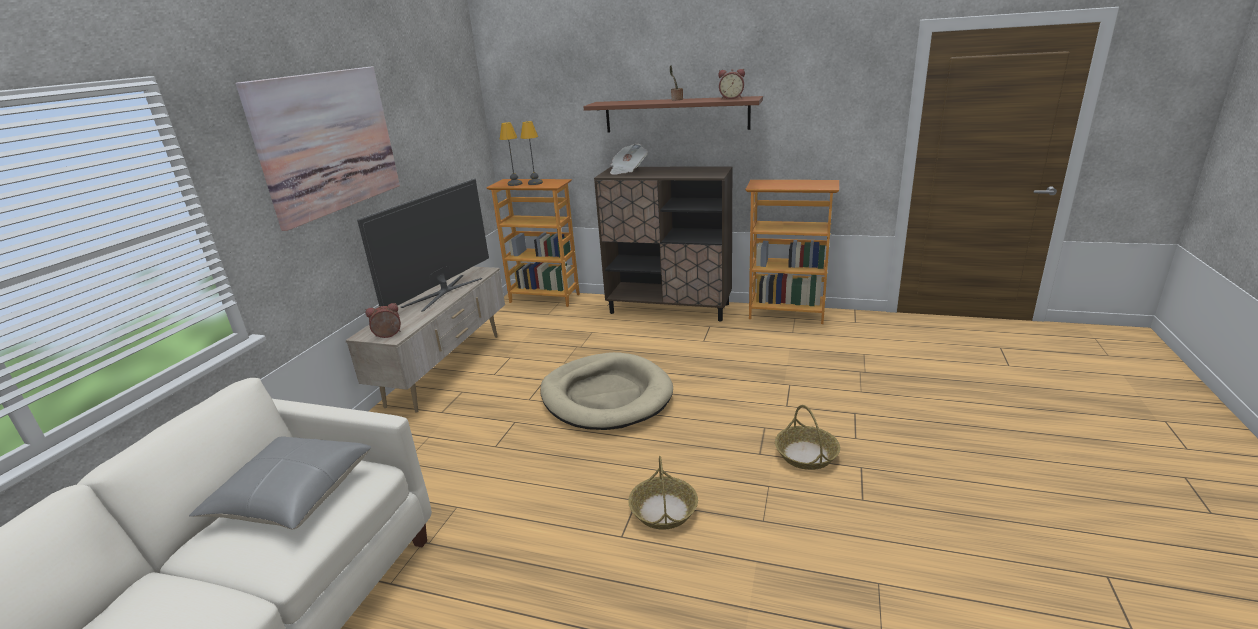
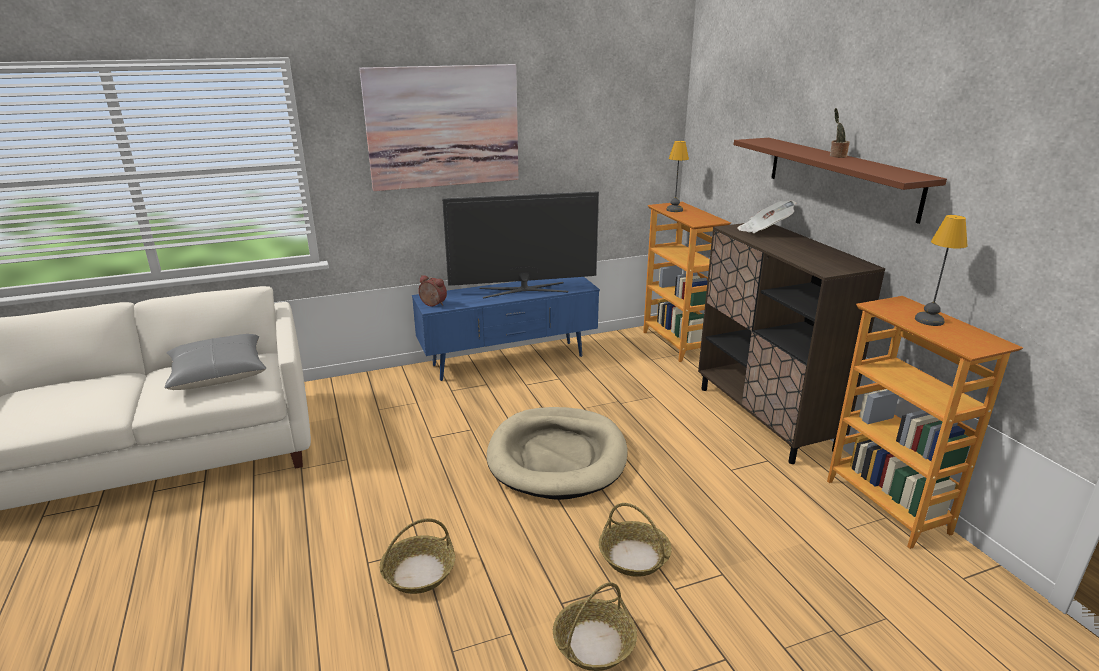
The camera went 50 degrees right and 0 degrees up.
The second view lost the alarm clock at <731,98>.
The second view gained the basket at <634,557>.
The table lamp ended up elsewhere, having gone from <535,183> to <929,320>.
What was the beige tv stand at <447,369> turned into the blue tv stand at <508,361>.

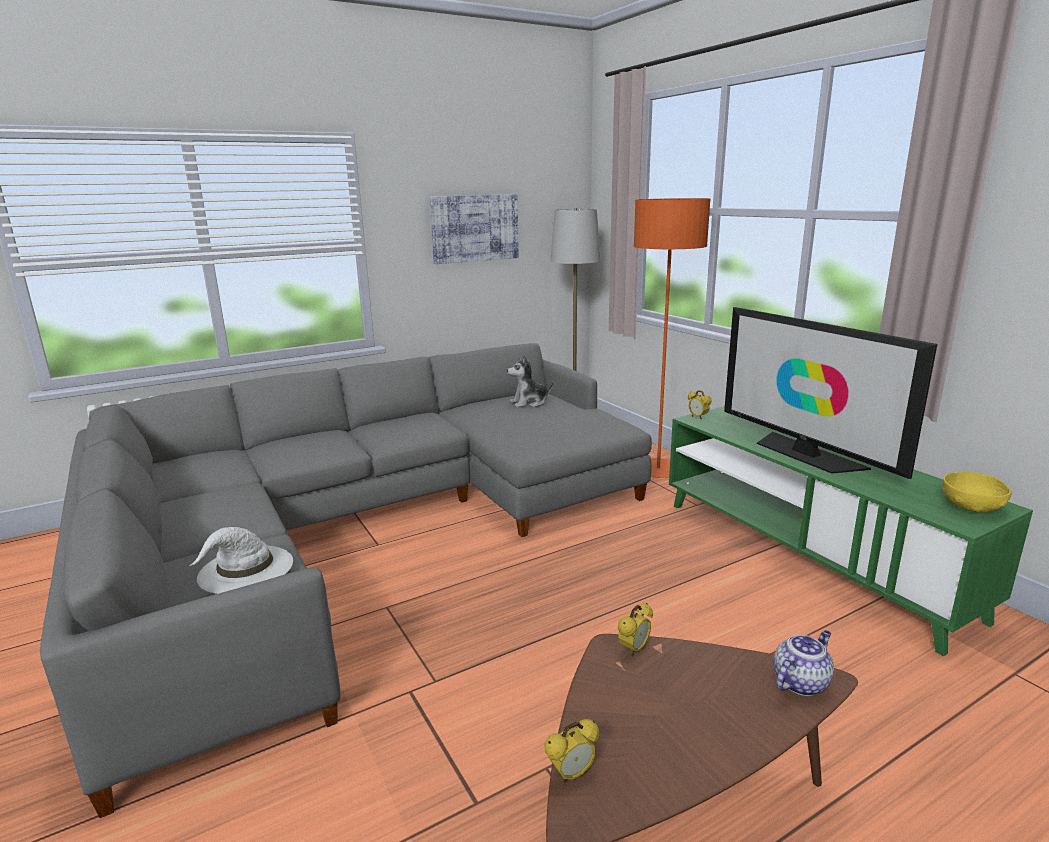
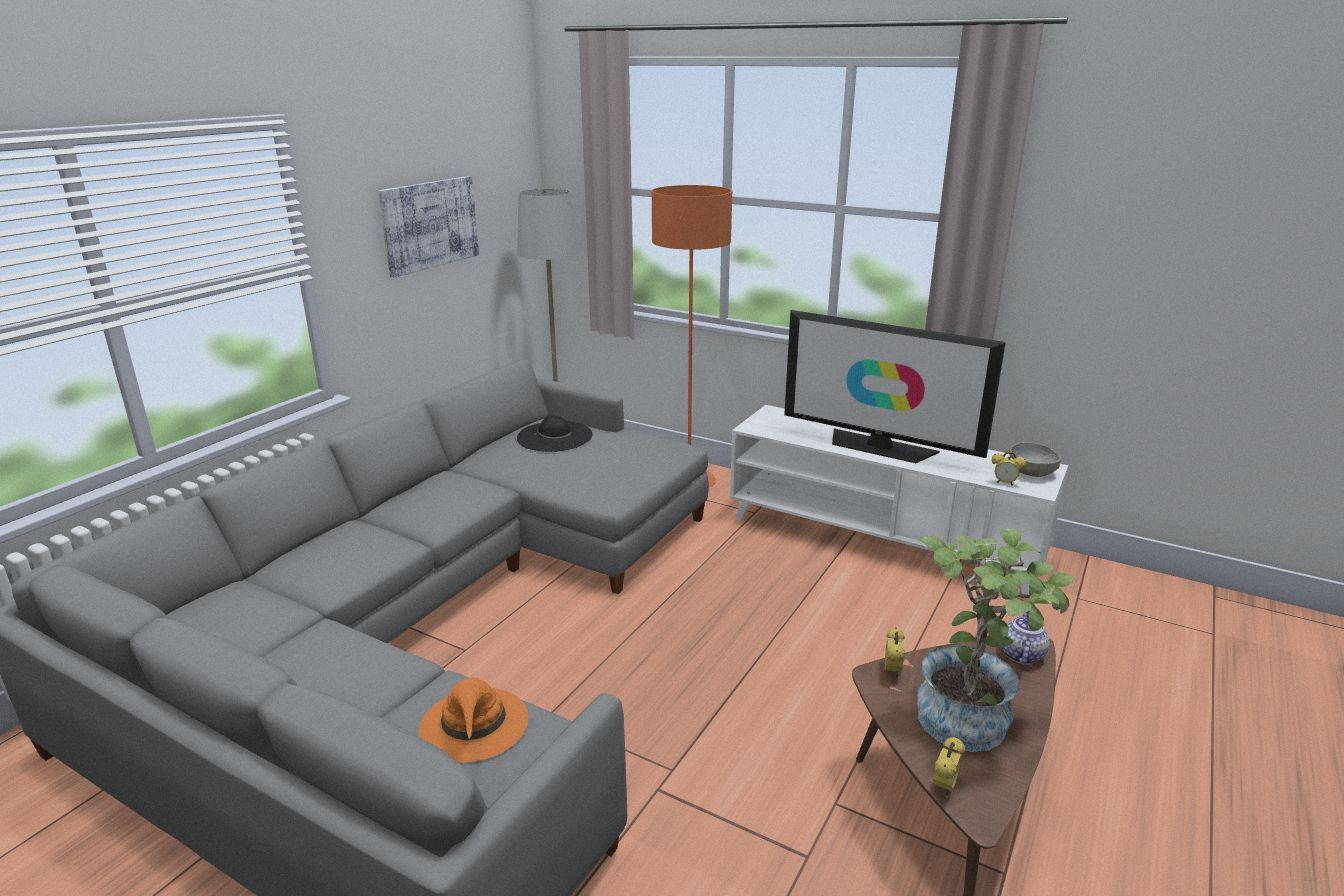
The camera went 30 degrees left and 5 degrees up.
The second view gained the potted plant at <972,716>.
The alarm clock ended up elsewhere, having gone from <698,417> to <1004,483>.
Where the plush toy stood at <529,403>, the black hat came to stand at <555,436>.
What was the white hat at <245,570> turned into the orange hat at <474,724>.
What was the green tv stand at <807,555> turned into the white tv stand at <881,540>.
What was the yellow bowl at <972,507> turned into the grey bowl at <1032,472>.

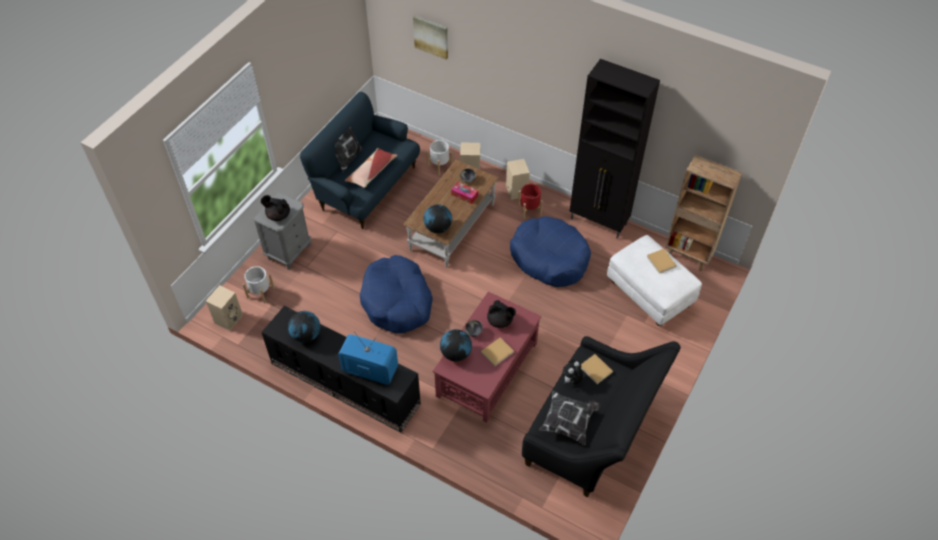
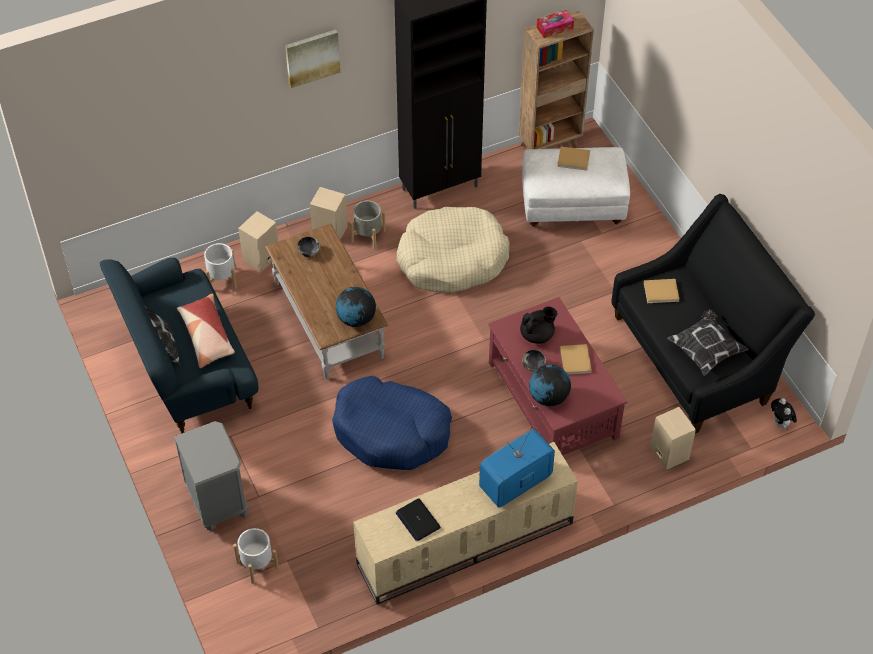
The camera went 55 degrees left and 0 degrees up.
The second view lost the black teapot at <278,215>.
The beige speaker ended up elsewhere, having gone from <228,318> to <668,453>.
The picture ended up elsewhere, having gone from <431,36> to <312,57>.
The tissue box ended up elsewhere, having gone from <464,195> to <554,28>.
The plush toy ended up elsewhere, having gone from <571,380> to <781,423>.
Where the globe stood at <306,335>, the laptop came to stand at <417,520>.
What was the black tv stand at <343,383> turned into the beige tv stand at <464,544>.
What was the blue dog bed at <549,258> turned into the beige dog bed at <452,259>.
What was the red planter at <529,209> turned into the grey planter at <368,236>.

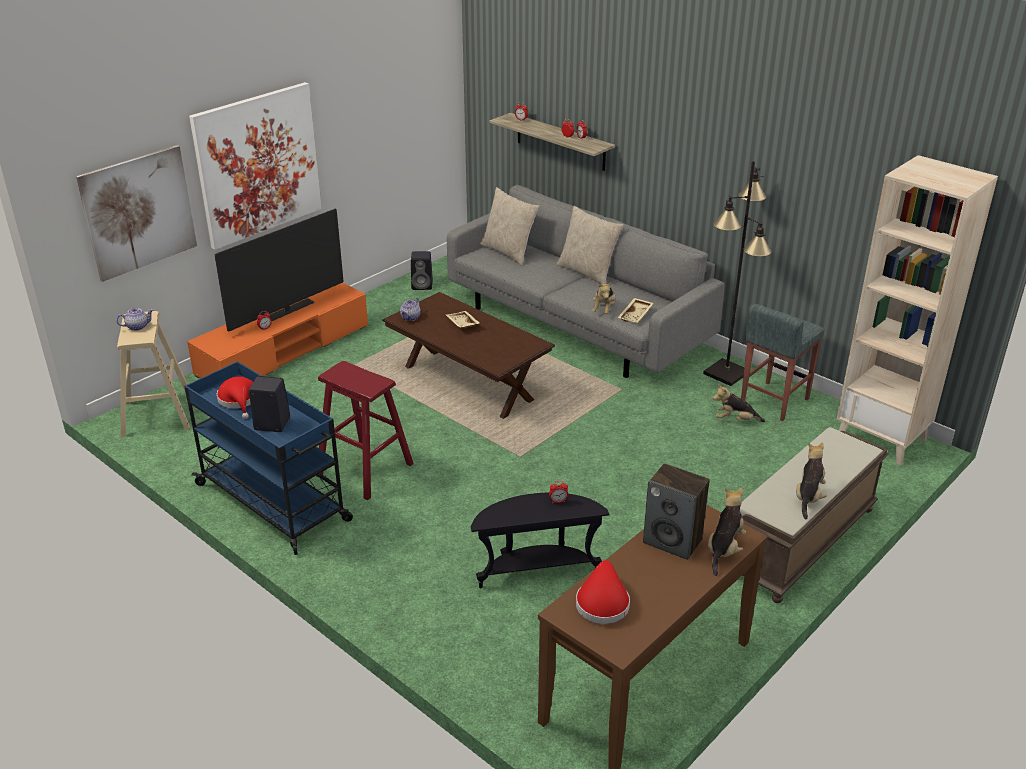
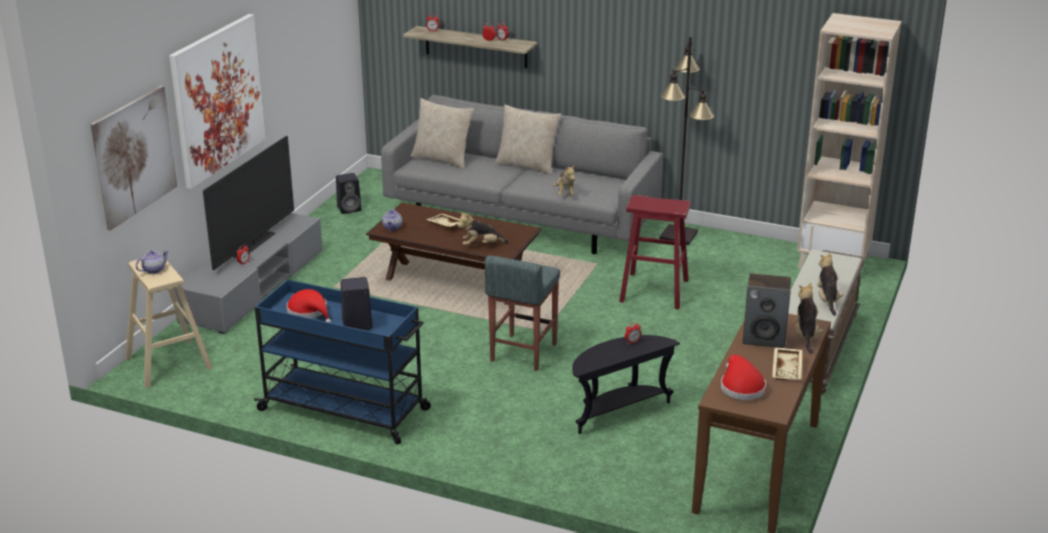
The camera went 20 degrees left and 5 degrees down.
The red stool ended up elsewhere, having gone from <364,470> to <654,291>.
The beige tray ended up elsewhere, having gone from <636,315> to <788,369>.
The plush toy ended up elsewhere, having gone from <735,420> to <481,245>.
The grey stool ended up elsewhere, having gone from <773,401> to <523,353>.
What was the orange tv stand at <284,350> turned into the grey tv stand at <253,286>.

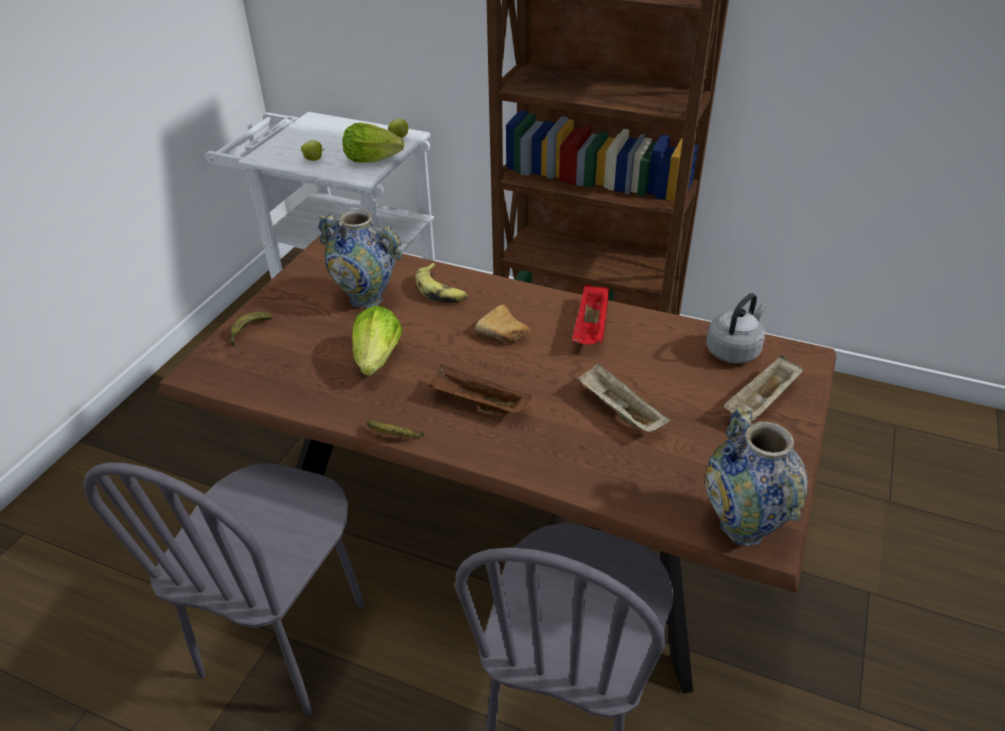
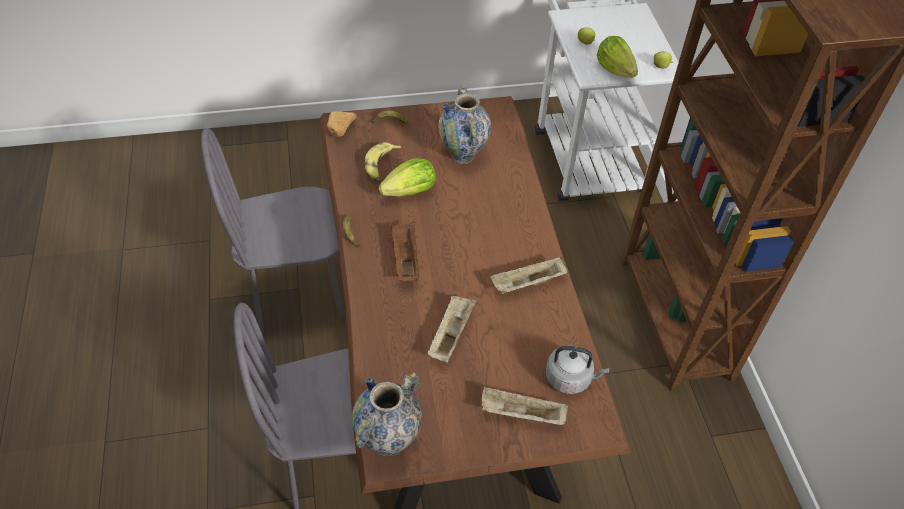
The camera went 55 degrees right and 10 degrees up.
The banana ended up elsewhere, having gone from <441,291> to <380,165>.
The bread ended up elsewhere, having gone from <505,334> to <339,130>.
What was the red tray at <591,328> turned into the beige tray at <527,284>.

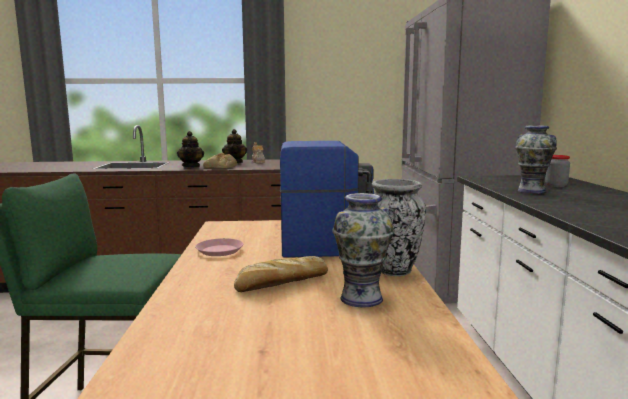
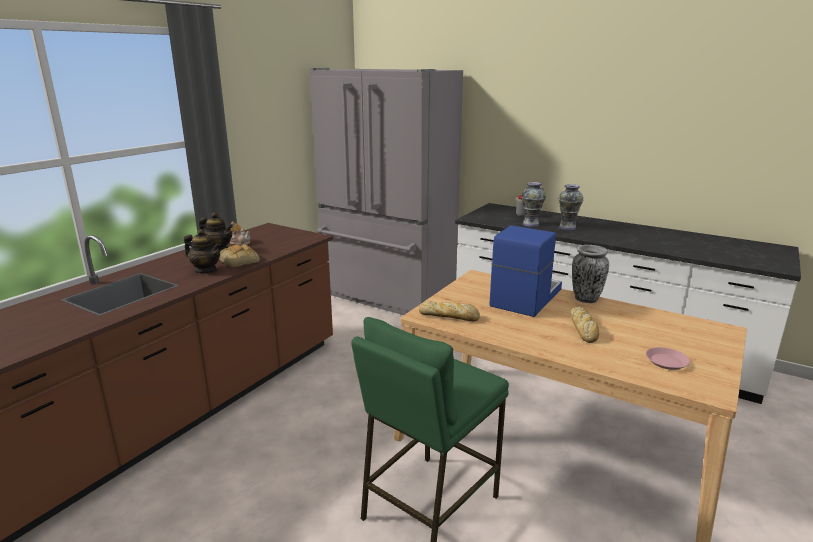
The camera went 55 degrees left and 10 degrees up.
The second view gained the bread at <450,316>.
The pink plate ended up elsewhere, having gone from <220,251> to <666,361>.
The vase ended up elsewhere, having gone from <361,298> to <567,227>.

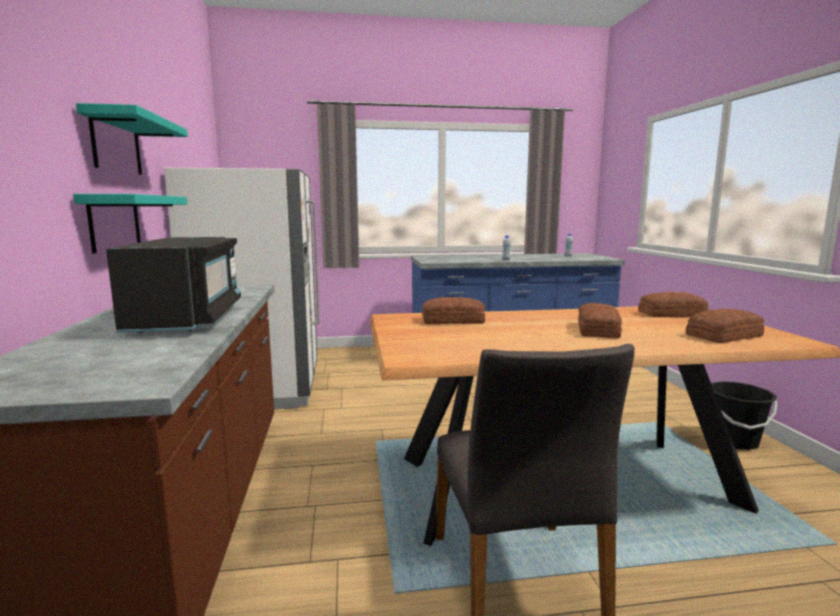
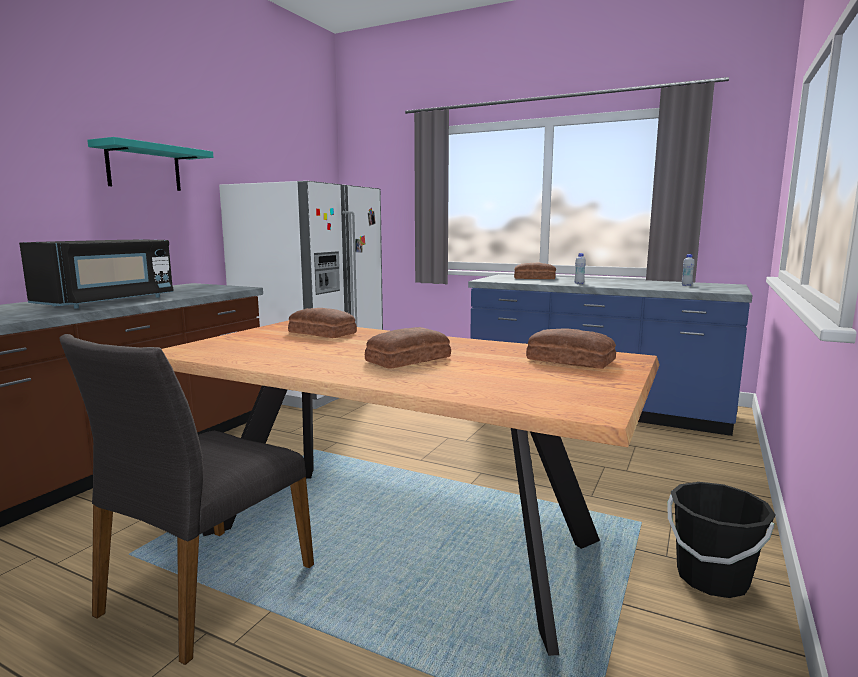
The camera went 35 degrees right and 0 degrees up.
The second view lost the turquoise shelf at <115,222>.
The bread ended up elsewhere, having gone from <726,336> to <535,278>.

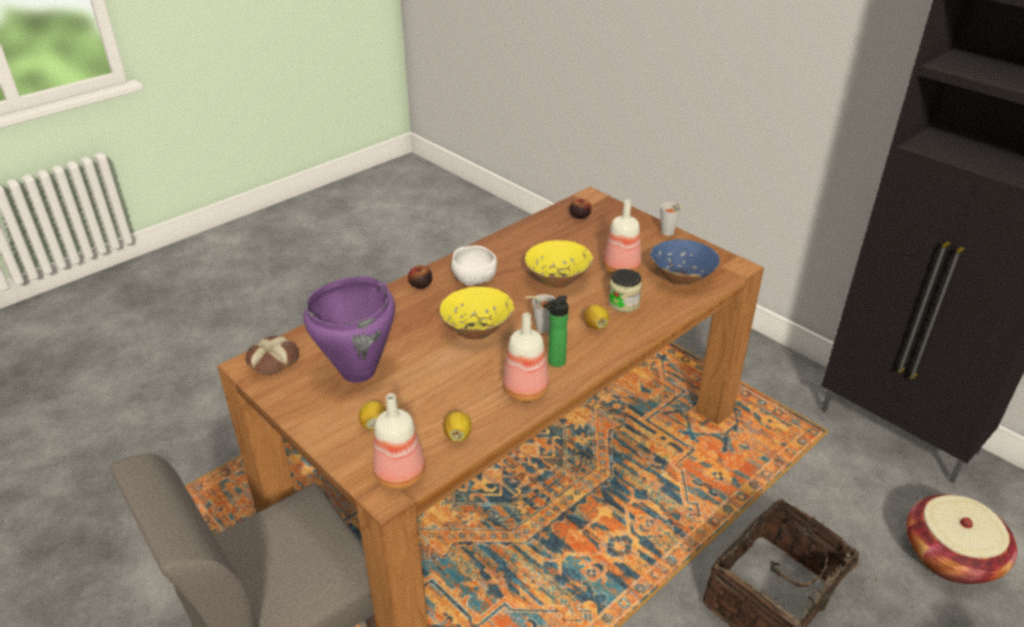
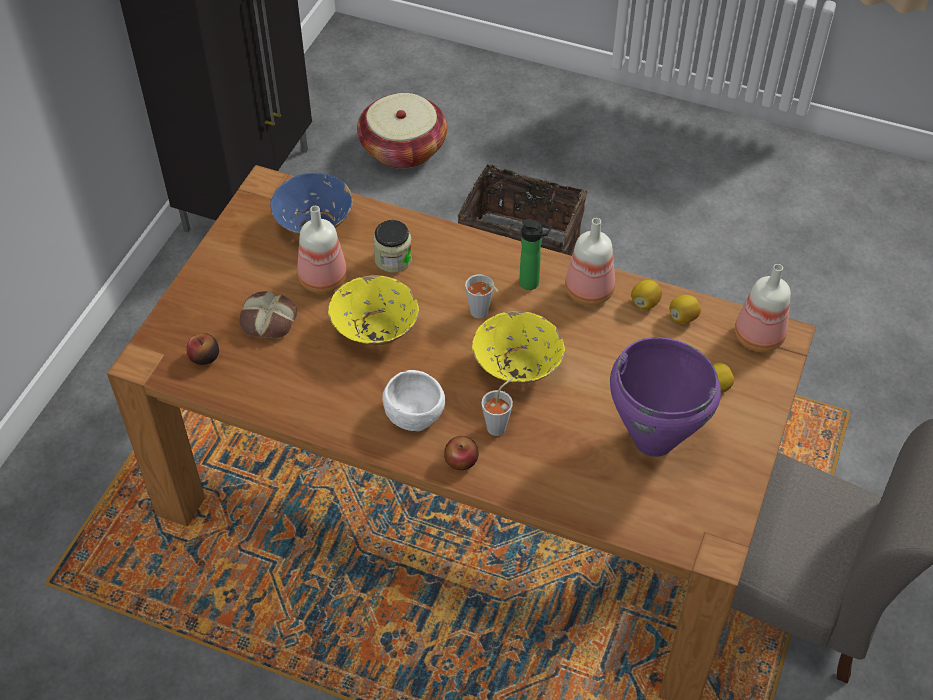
The camera went 115 degrees left and 15 degrees up.
The bread ended up elsewhere, having gone from <273,360> to <268,321>.
The lemon ended up elsewhere, having gone from <595,326> to <645,303>.
The grey cup ended up elsewhere, having gone from <669,234> to <499,425>.

